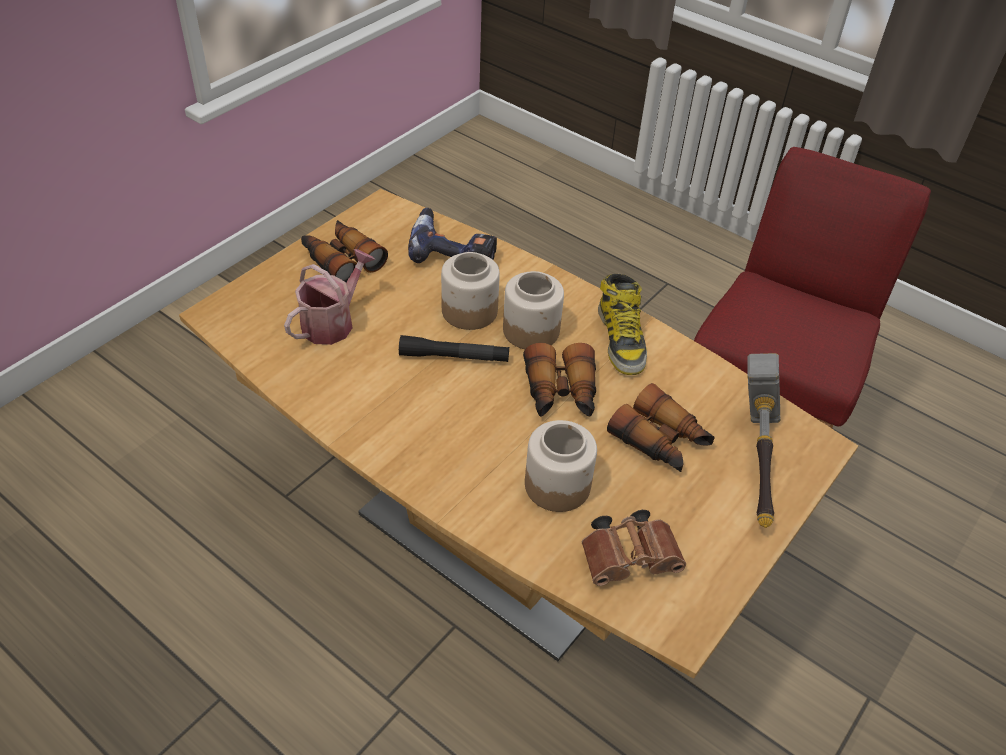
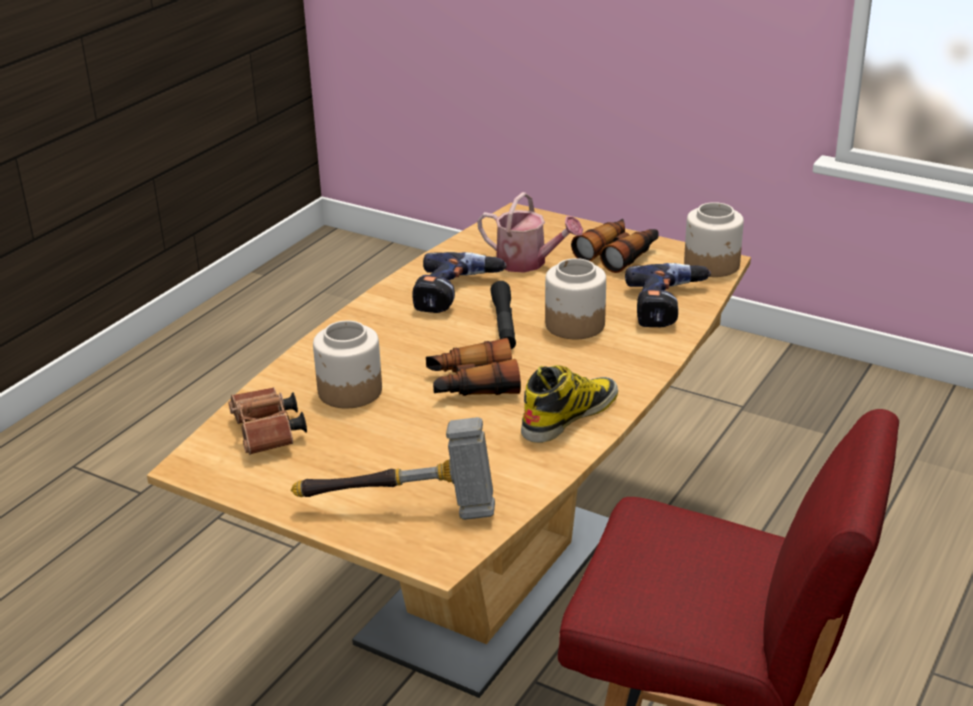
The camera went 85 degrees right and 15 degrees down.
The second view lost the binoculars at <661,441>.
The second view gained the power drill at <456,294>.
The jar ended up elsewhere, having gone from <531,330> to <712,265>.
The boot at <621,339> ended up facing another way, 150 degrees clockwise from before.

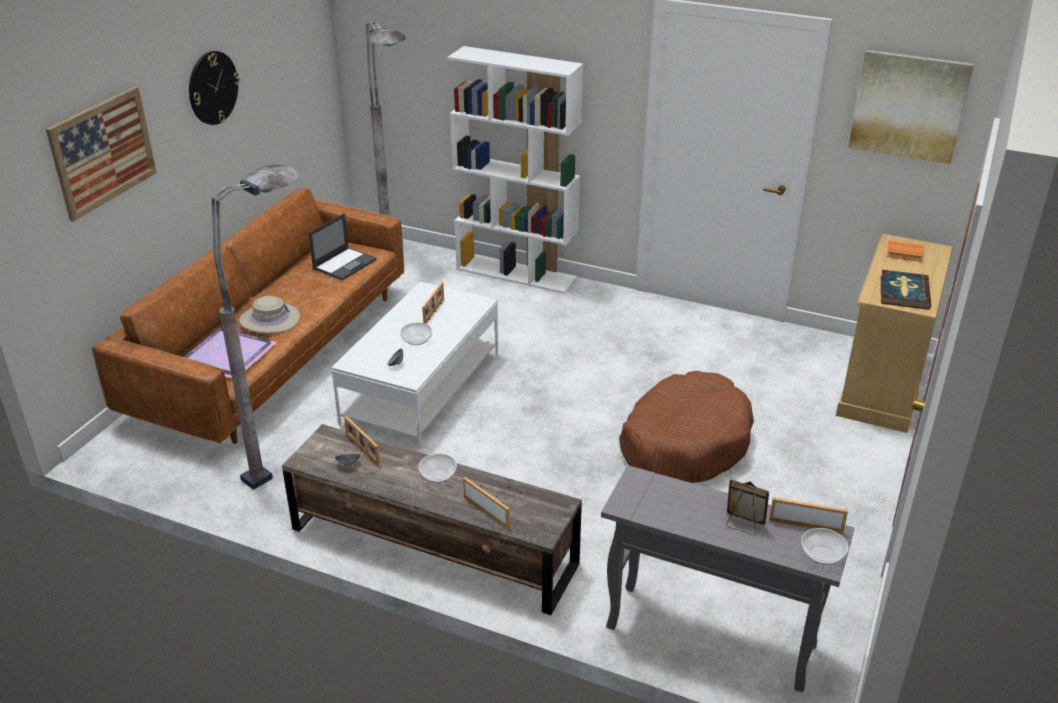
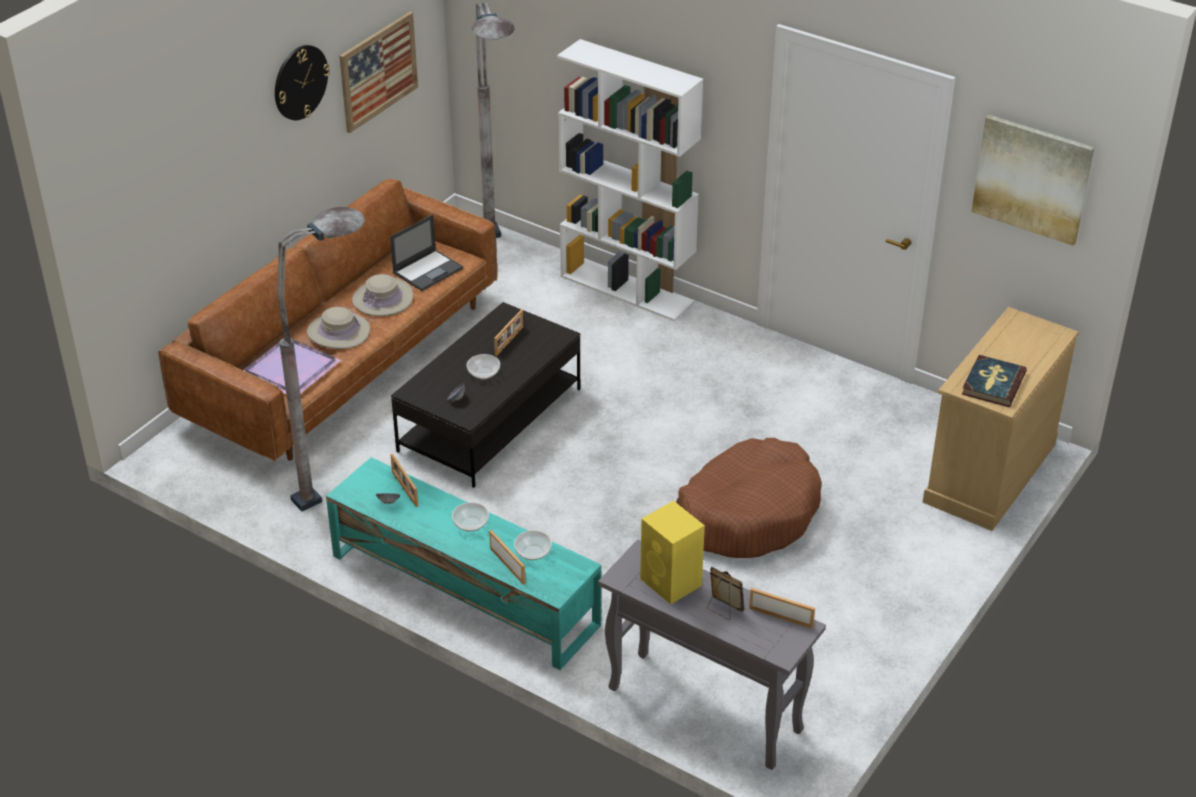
The camera went 10 degrees right and 5 degrees up.
The second view lost the orange book at <903,254>.
The second view gained the beige hat at <383,299>.
The second view gained the yellow speaker at <671,583>.
The picture ended up elsewhere, having gone from <103,152> to <378,71>.
The bowl ended up elsewhere, having gone from <822,556> to <533,553>.
What was the brown tv stand at <432,545> turned into the turquoise tv stand at <463,589>.
What was the white coffee table at <421,388> turned into the black coffee table at <490,420>.

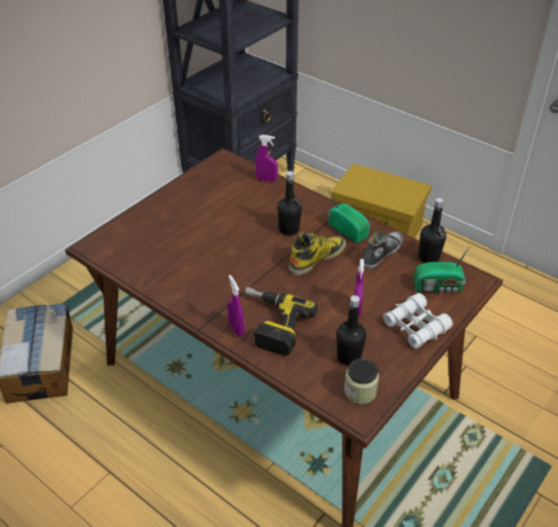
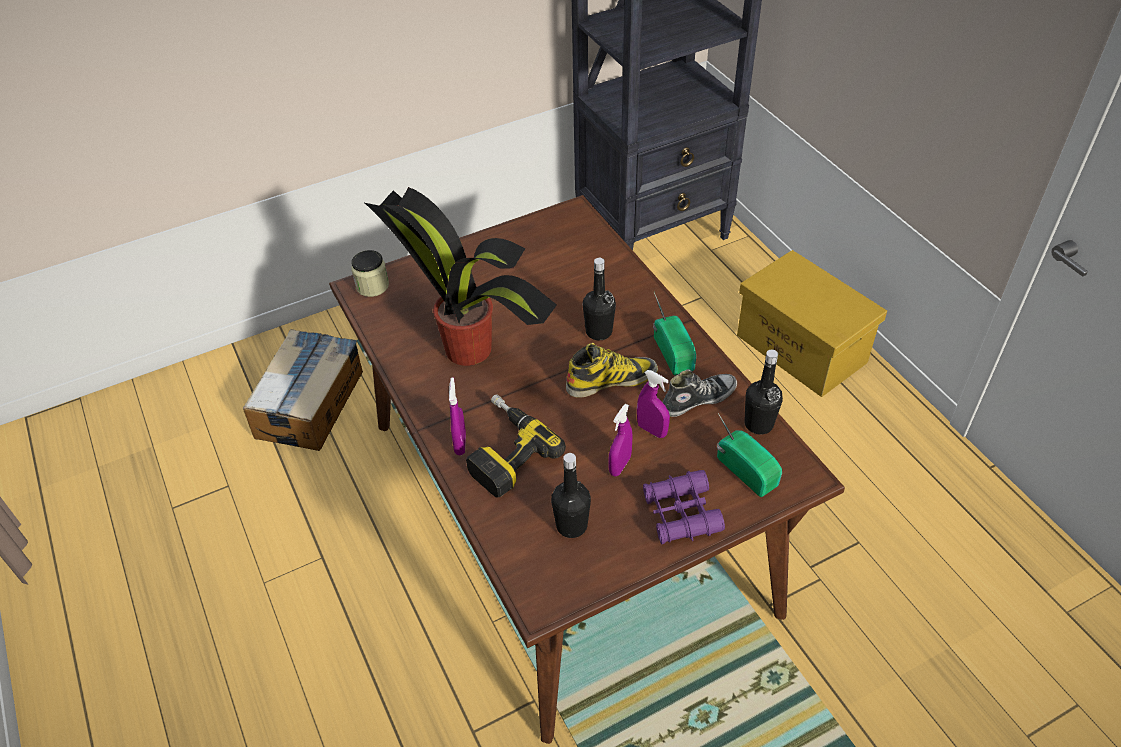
The camera went 25 degrees right and 5 degrees up.
The second view gained the potted plant at <470,350>.
The purple spray bottle ended up elsewhere, having gone from <266,180> to <652,430>.
The jar ended up elsewhere, having gone from <360,391> to <372,286>.
What was the white binoculars at <415,326> turned into the purple binoculars at <681,514>.
The radio at <439,287> ended up facing another way, 150 degrees counterclockwise from before.

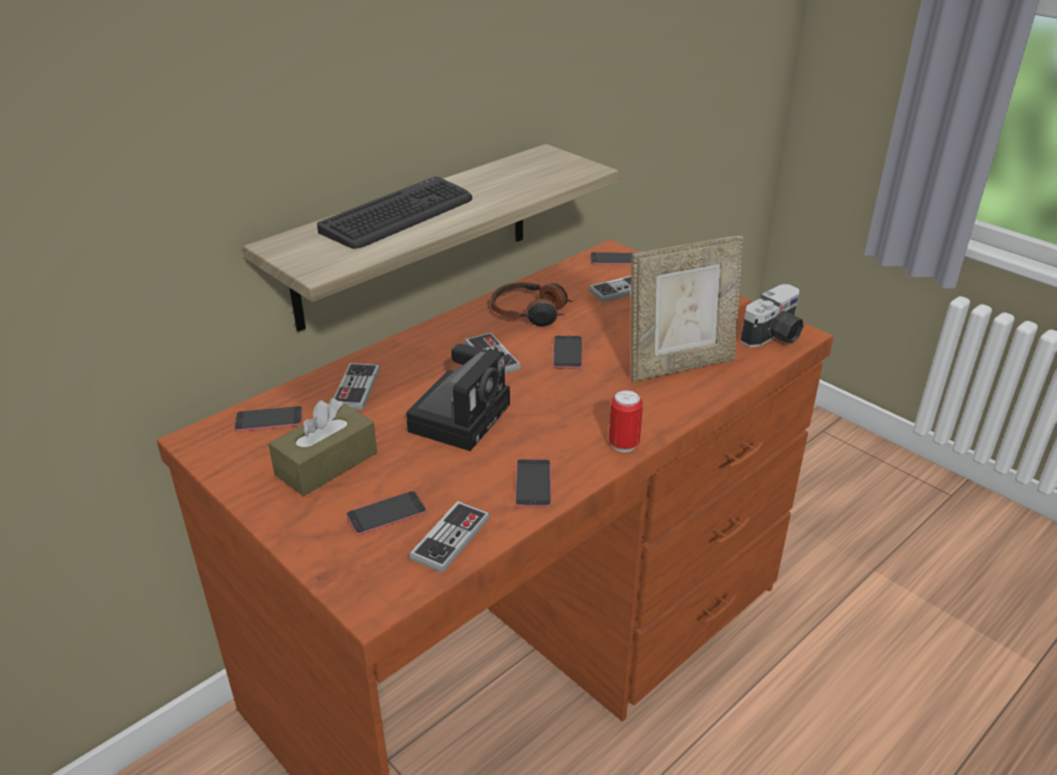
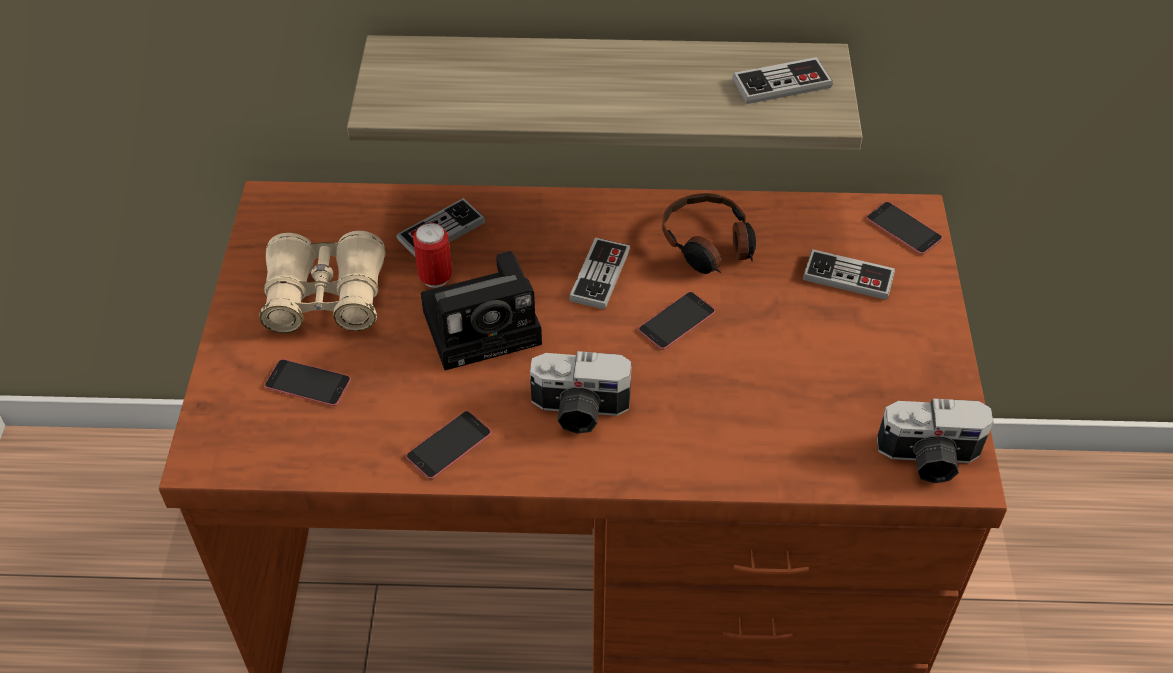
The camera went 45 degrees right and 15 degrees up.
The second view lost the phone at <269,419>.
The second view lost the keyboard at <399,215>.
The second view lost the picture frame at <680,366>.
The second view gained the photo camera at <579,411>.
The game controller ended up elsewhere, having gone from <450,538> to <781,83>.
The can ended up elsewhere, having gone from <623,444> to <435,278>.
Where the brown tissue box stood at <326,464>, the beige binoculars came to stand at <325,298>.

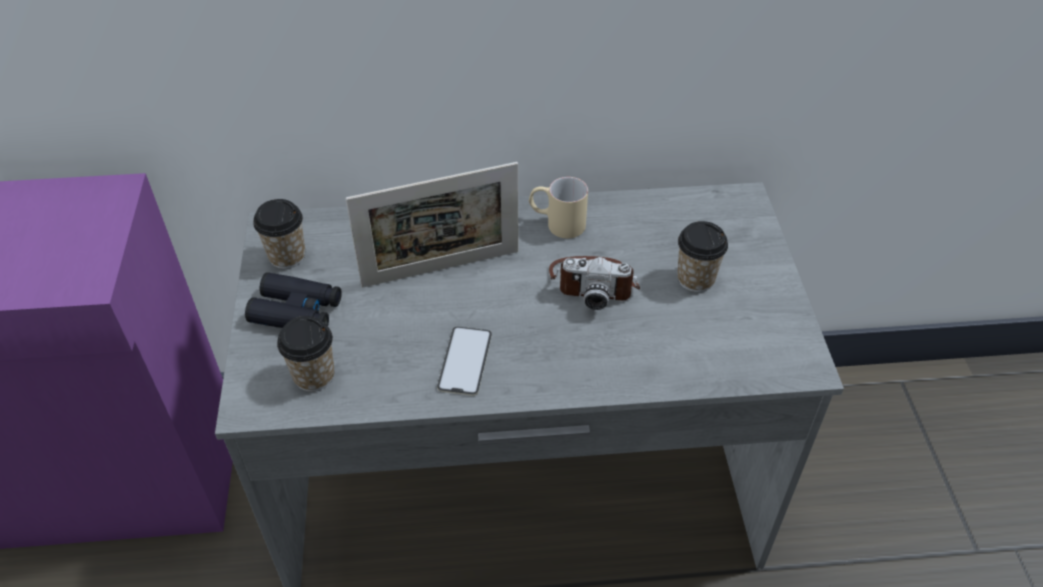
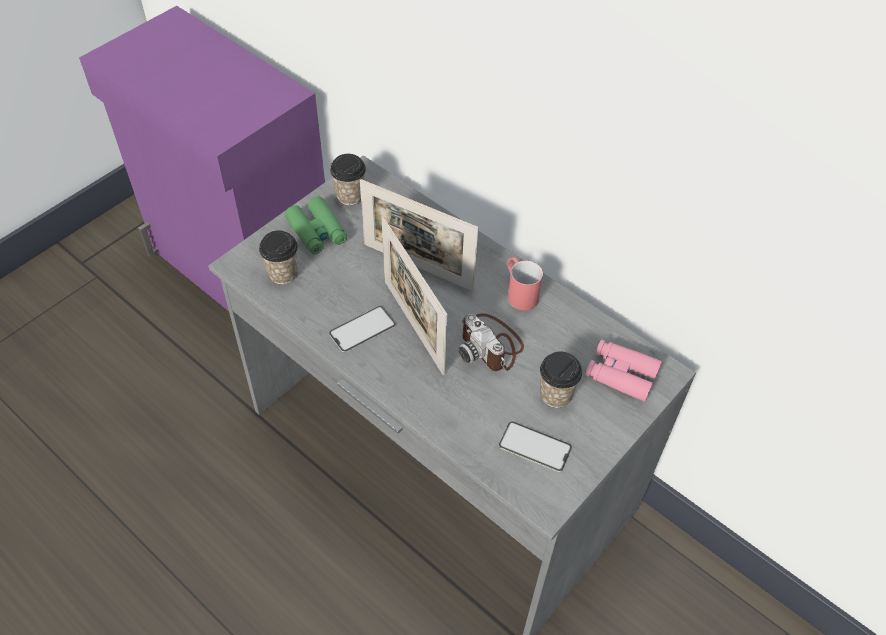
The camera went 45 degrees right and 5 degrees up.
The second view gained the picture frame at <413,326>.
The second view gained the phone at <535,446>.
The second view gained the pink binoculars at <621,374>.
What was the black binoculars at <297,311> turned into the green binoculars at <317,232>.
What was the beige mug at <557,223> turned into the red mug at <519,292>.

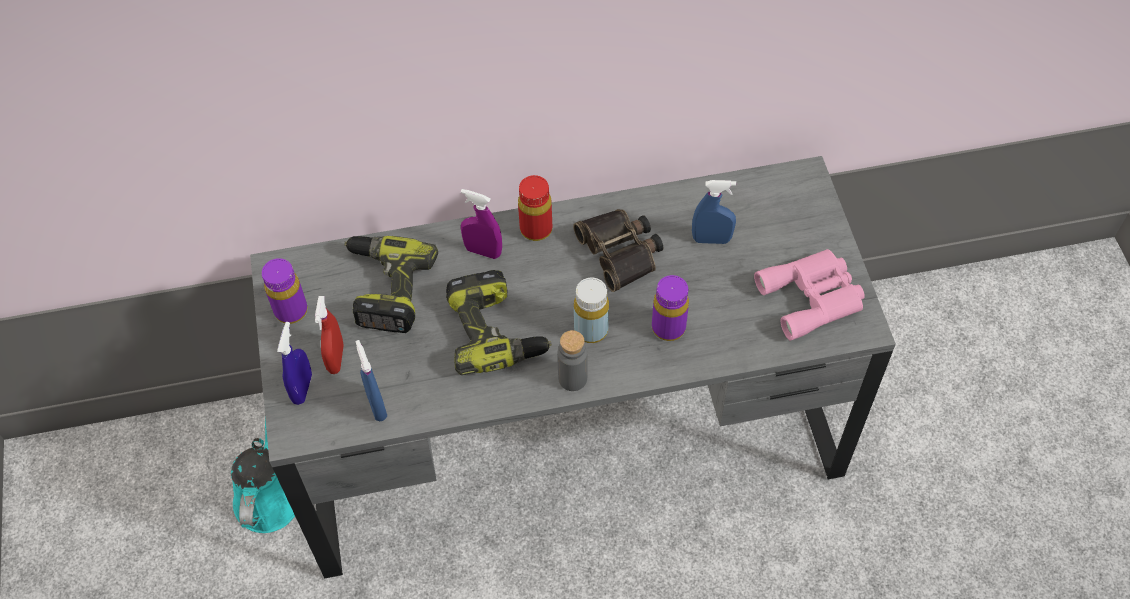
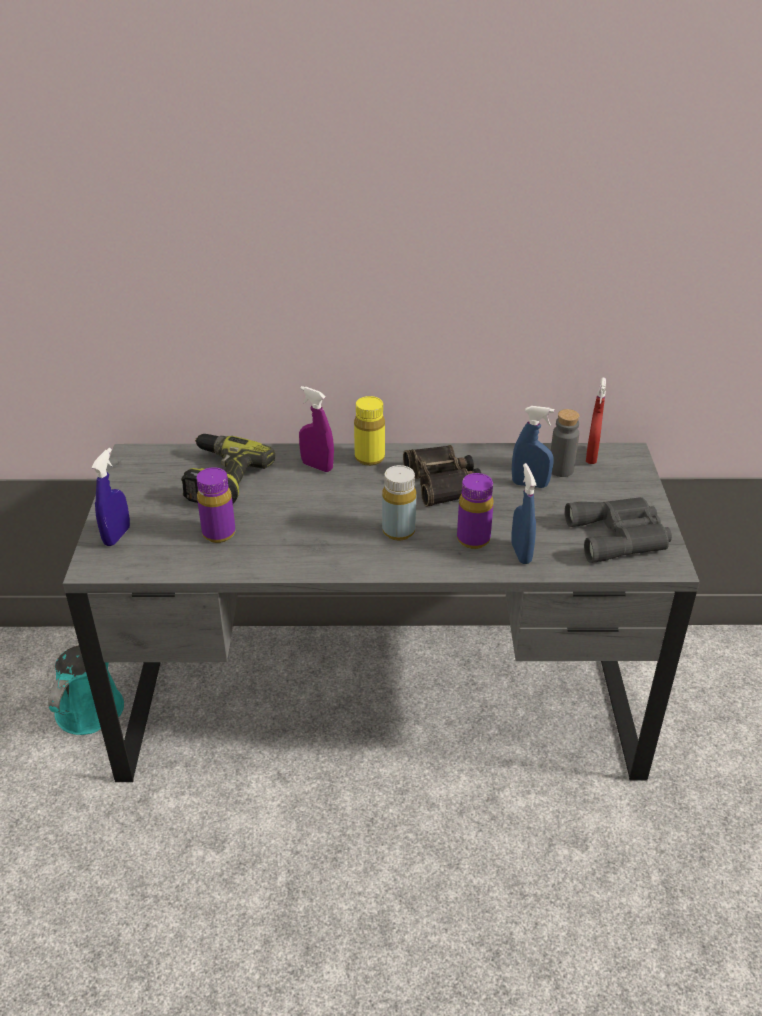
The camera went 10 degrees right and 20 degrees down.
The second view lost the power drill at <496,331>.
The purple bottle ended up elsewhere, having gone from <291,311> to <219,533>.
The red spray bottle ended up elsewhere, having gone from <336,358> to <591,456>.
The blue spray bottle ended up elsewhere, having gone from <377,405> to <521,553>.
The grey bottle ended up elsewhere, having gone from <572,378> to <561,470>.
What was the red bottle at <536,229> turned into the yellow bottle at <369,458>.
What was the pink binoculars at <813,297> turned into the grey binoculars at <620,536>.

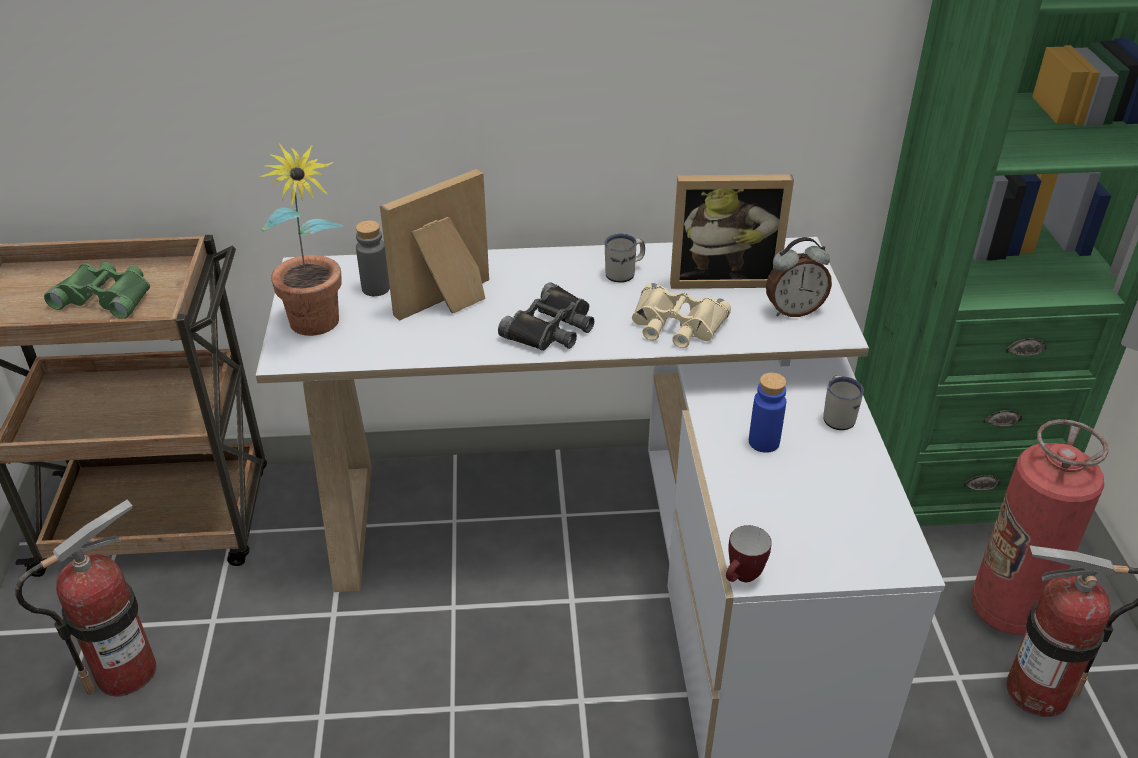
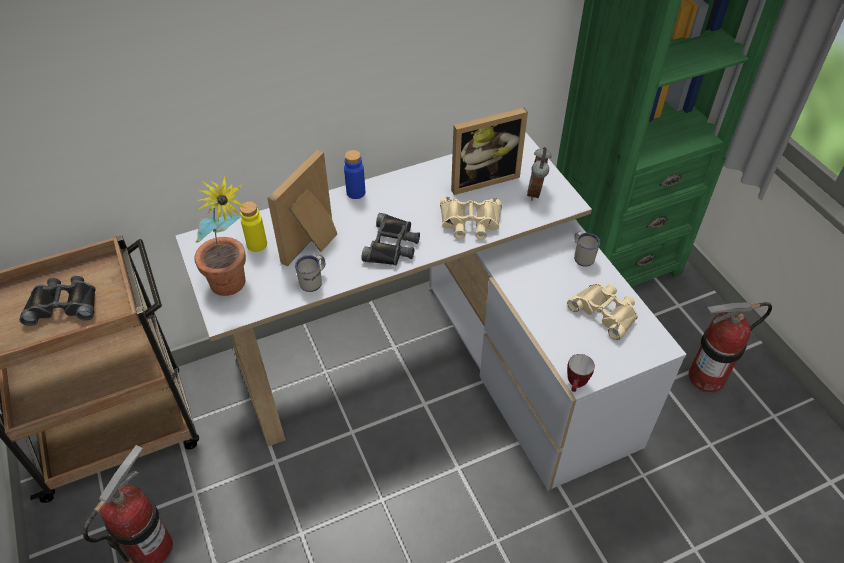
The camera went 20 degrees left and 10 degrees up.
The second view lost the fire extinguisher at <1007,610>.
The second view gained the beige binoculars at <605,312>.
The white mug ended up elsewhere, having gone from <625,273> to <314,281>.
The blue bottle ended up elsewhere, having gone from <764,442> to <356,192>.
What was the green binoculars at <106,296> turned into the black binoculars at <63,304>.
What was the grey bottle at <376,288> turned into the yellow bottle at <257,244>.
The alarm clock at <793,310> ended up facing another way, 135 degrees clockwise from before.

